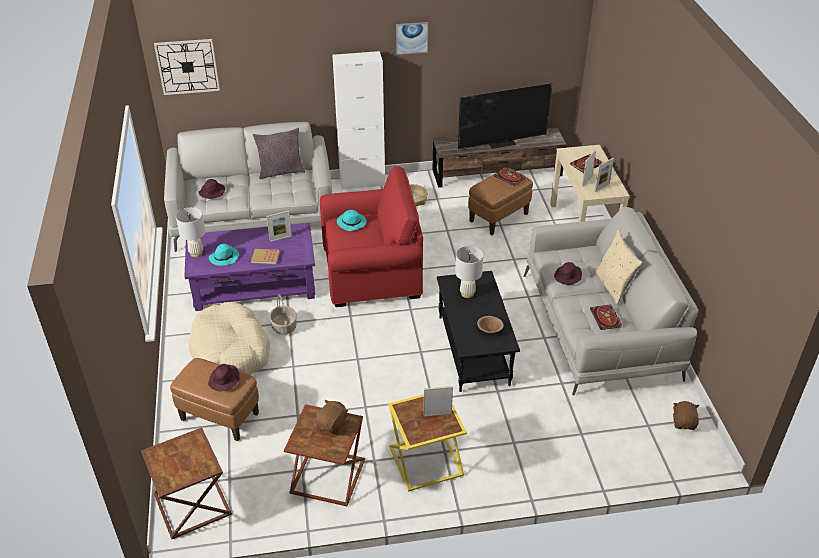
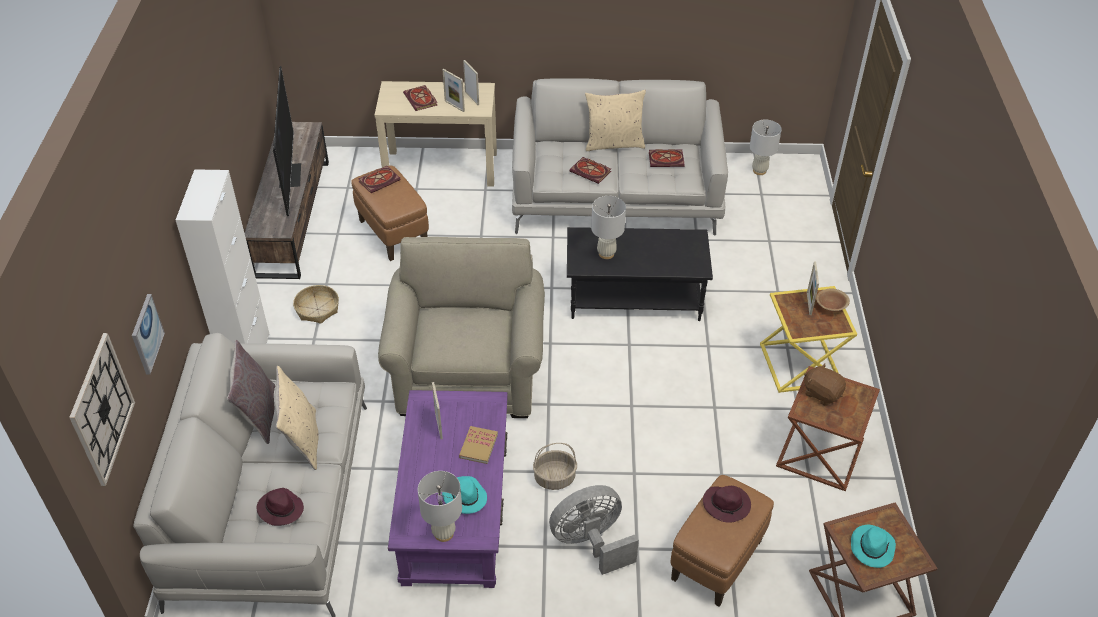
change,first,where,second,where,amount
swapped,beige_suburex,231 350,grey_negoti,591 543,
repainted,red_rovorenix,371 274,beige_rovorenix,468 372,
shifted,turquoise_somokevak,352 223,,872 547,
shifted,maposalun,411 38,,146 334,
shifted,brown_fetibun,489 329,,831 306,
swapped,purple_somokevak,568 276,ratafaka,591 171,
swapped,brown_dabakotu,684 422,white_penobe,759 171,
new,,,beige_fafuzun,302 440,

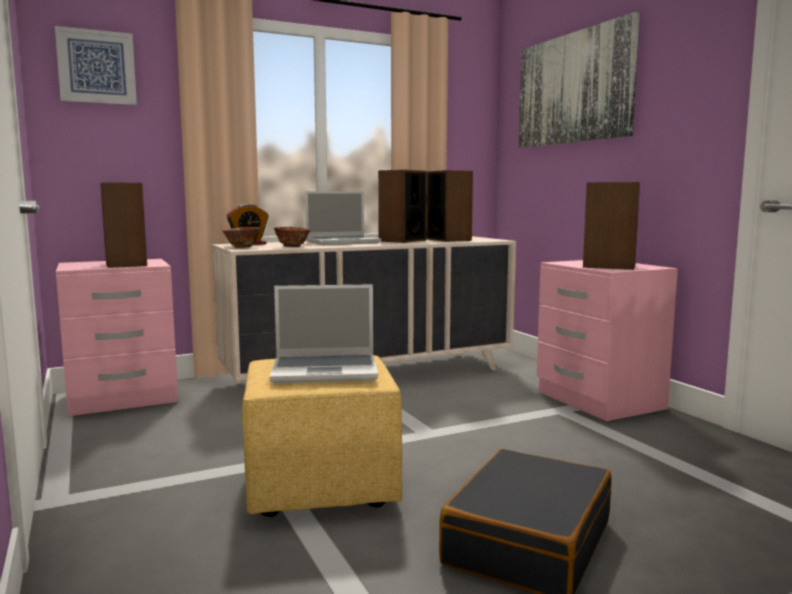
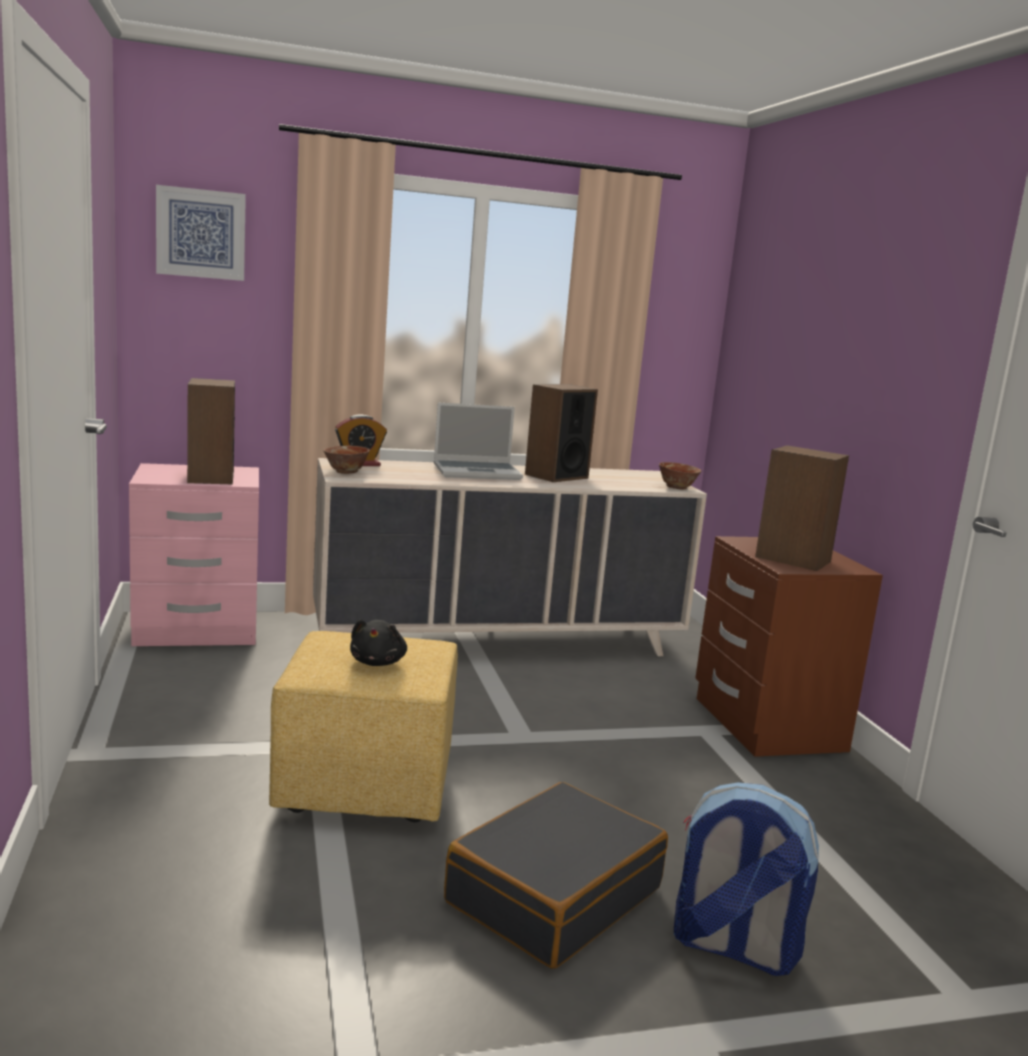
change,first,where,second,where,amount
swapped,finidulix,326 371,black_dabakotu,378 662,
shifted,fetibun,292 246,,677 487,
gone,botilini,448 240,,,
gone,maposalun,574 88,,,
repainted,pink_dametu,598 401,brown_dametu,766 724,
new,,,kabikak,731 947,

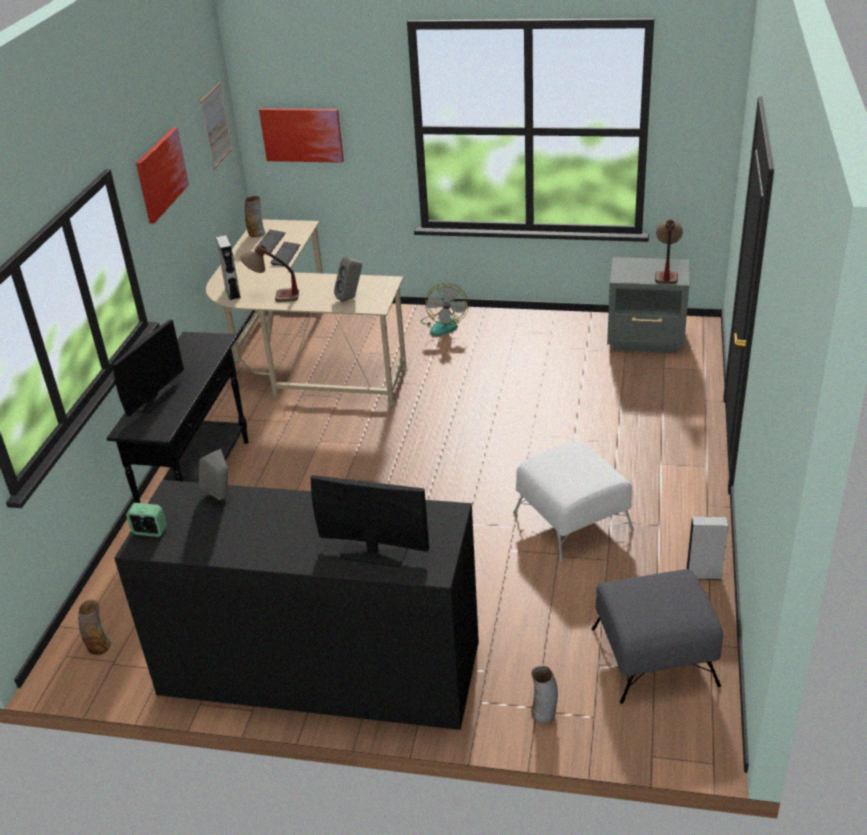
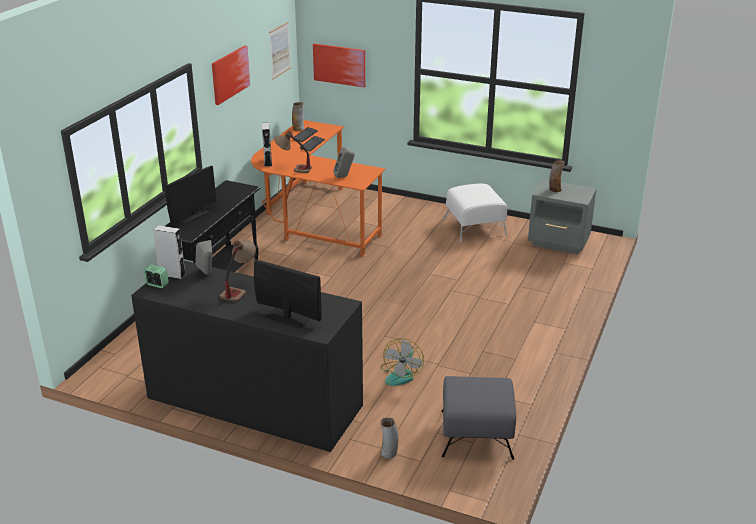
change,first,where,second,where,amount
shifted,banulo,98 646,,555 189,
repainted,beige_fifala,302 360,orange_fifala,313 219,
shifted,negoti,444 324,,401 374,
shifted,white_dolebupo,572 521,,474 228,
shifted,penobe,666 272,,239 289,
shifted,grey_botilini,703 574,,172 275,

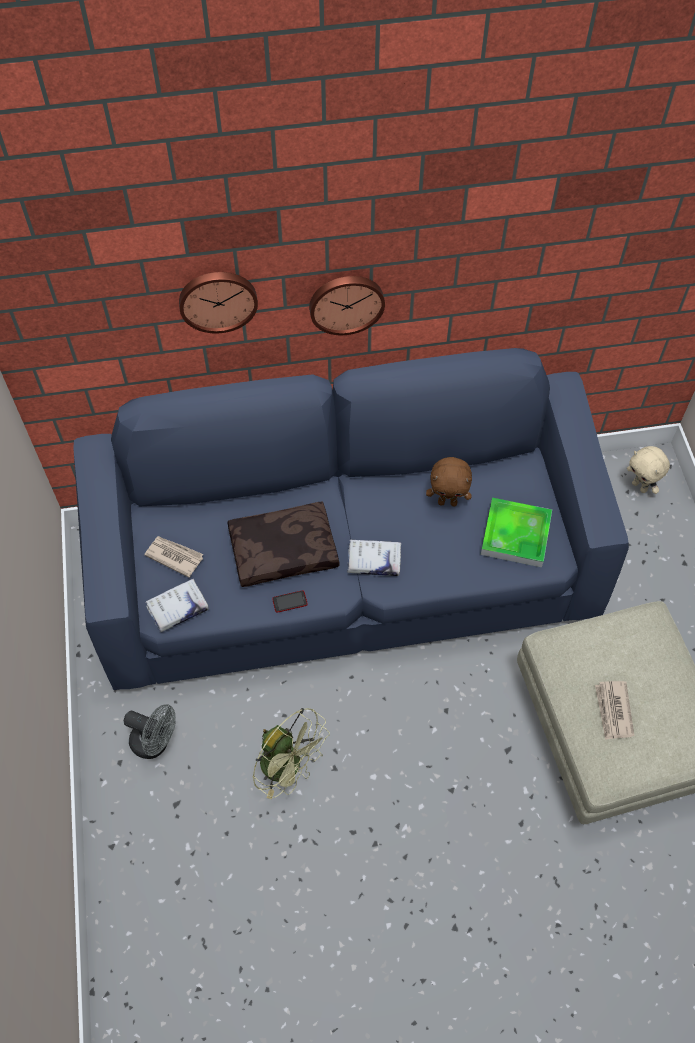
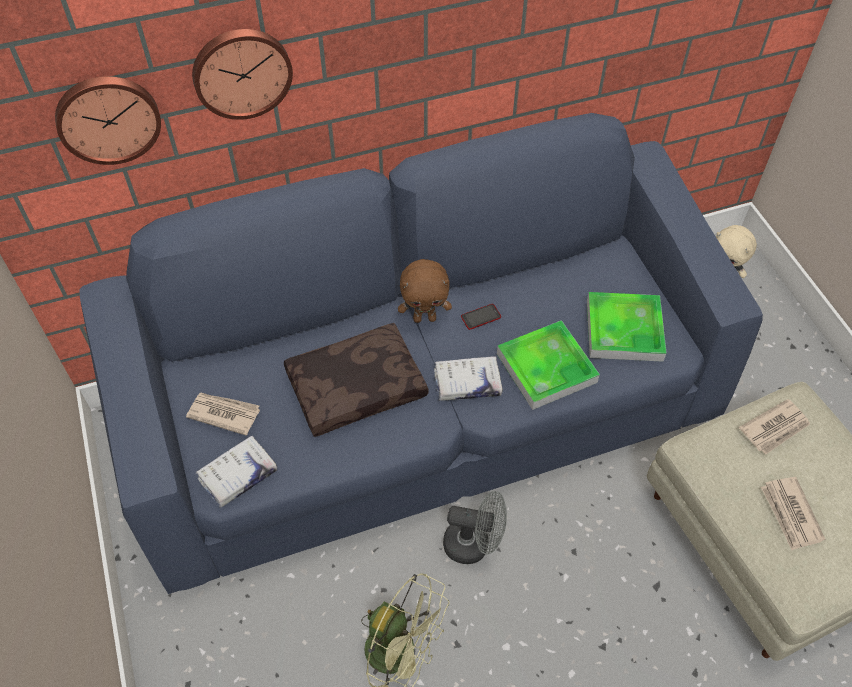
change,first,where,second,where,amount
shifted,grey_negoti,156 742,,474 544,
shifted,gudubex,290 602,,481 317,
shifted,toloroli,346 302,,108 118,
shifted,brown_dabakotu,447 502,,425 318,
new,,,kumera,546 368,
new,,,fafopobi,775 428,

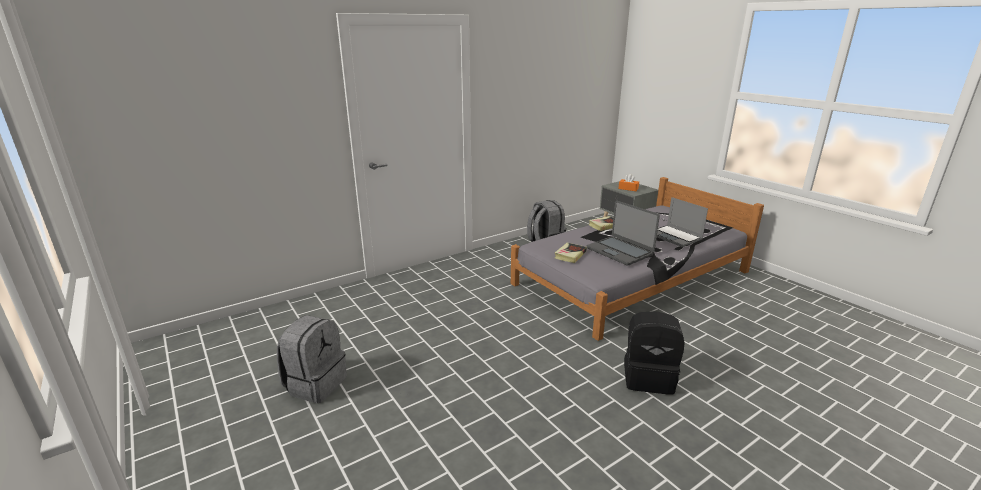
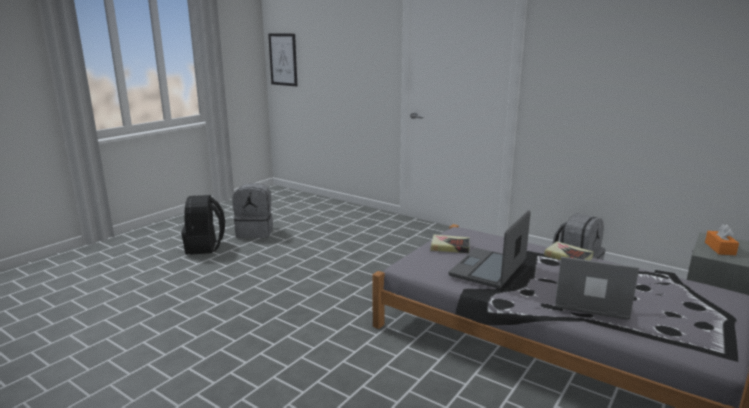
change,first,where,second,where,amount
shifted,black_kabikak,648 378,,205 247,
rotated,finidulix,675 237,,589 302,75 degrees clockwise
new,,,maposalun,283 59,

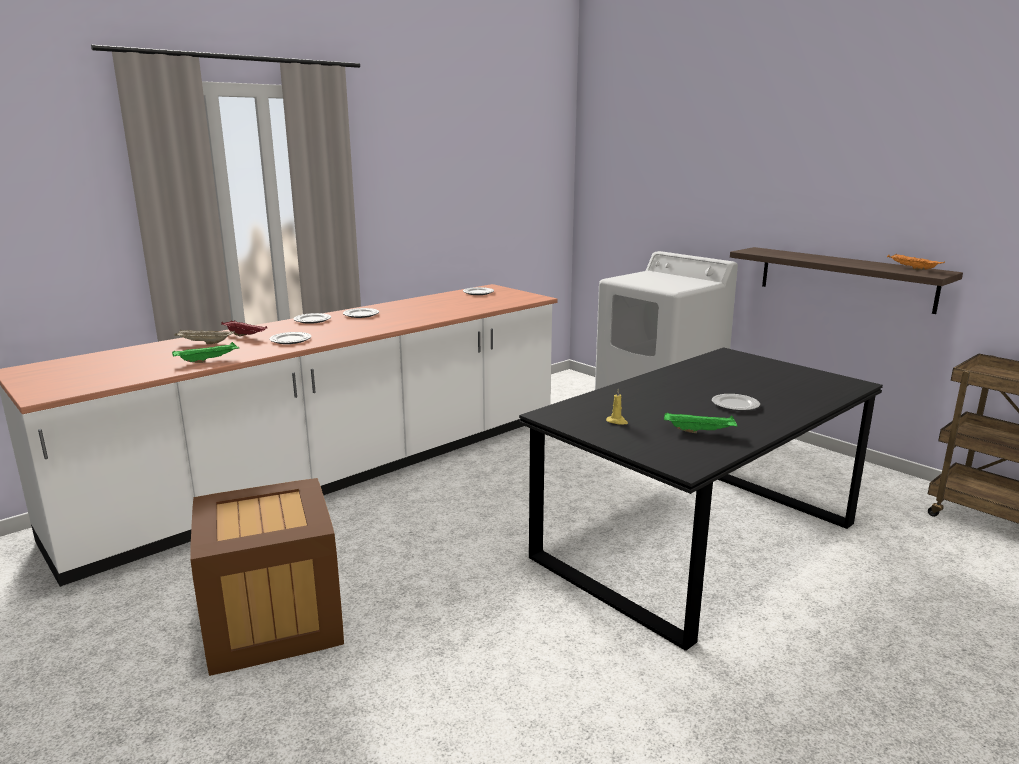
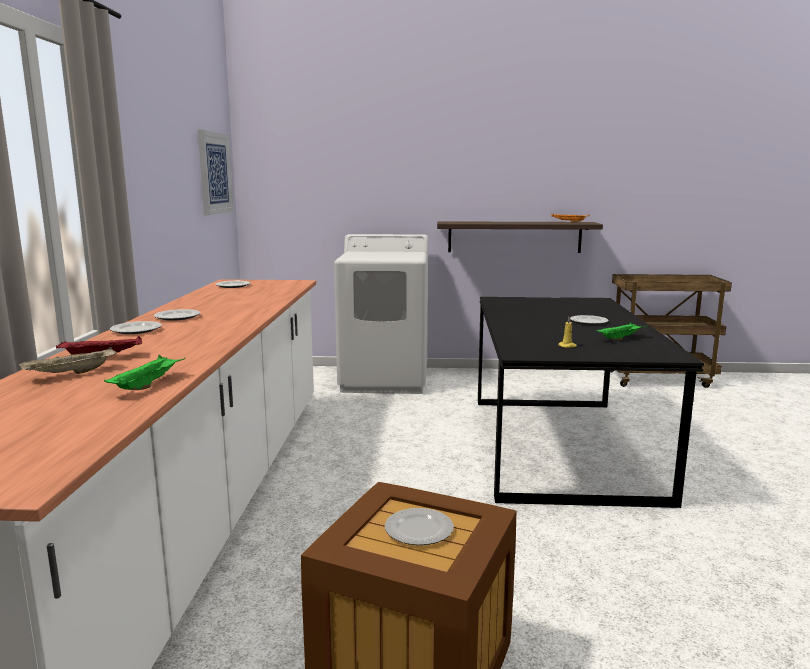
change,first,where,second,where,amount
shifted,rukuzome,290 340,,418 530,
new,,,maposalun,215 173,

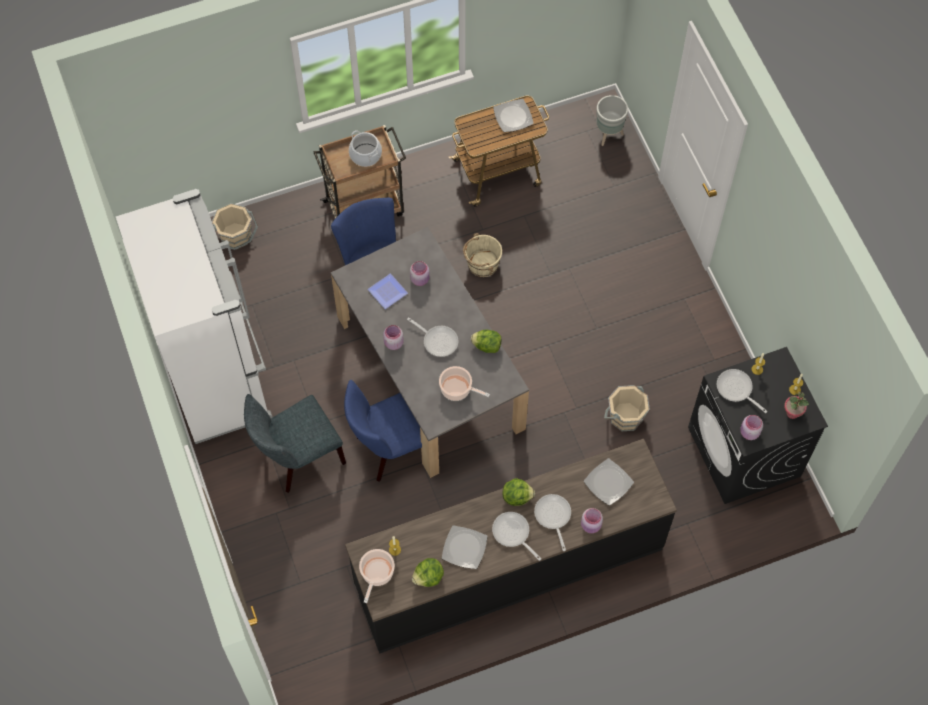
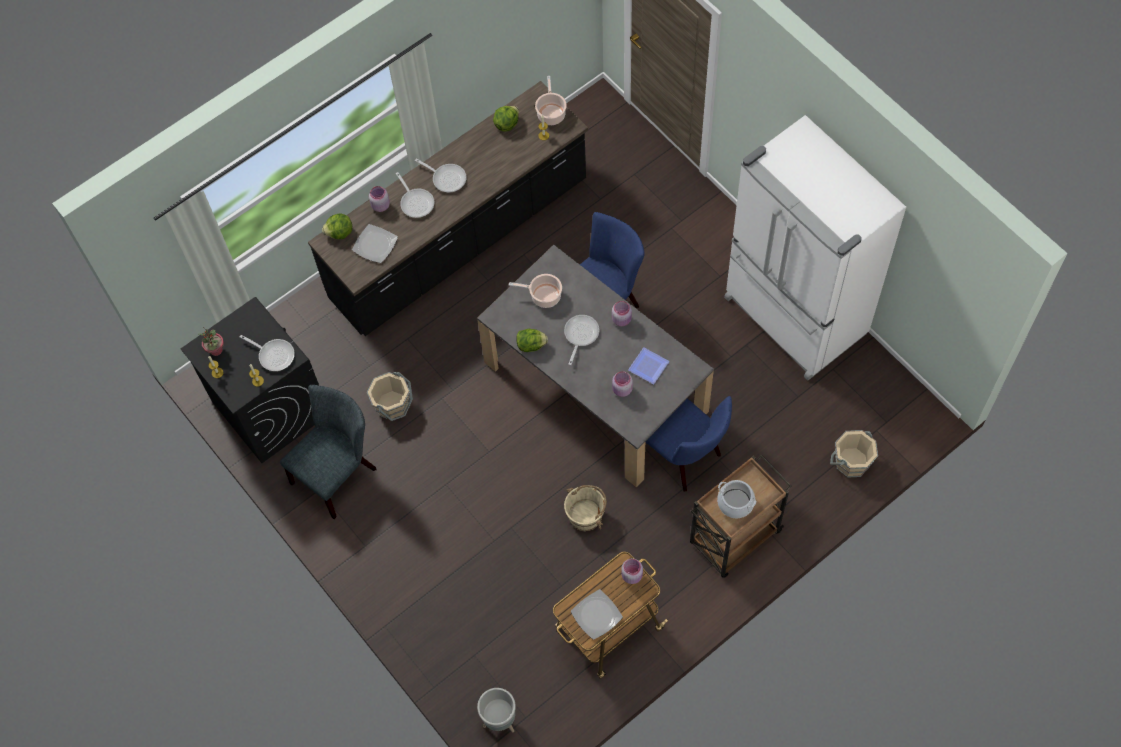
change,first,where,second,where,amount
shifted,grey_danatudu,298 458,,338 472,
rotated,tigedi,438 340,,580 335,90 degrees clockwise
gone,rukuzome,464 547,,,
shifted,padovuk,517 496,,340 233,
shifted,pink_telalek,749 433,,632 575,

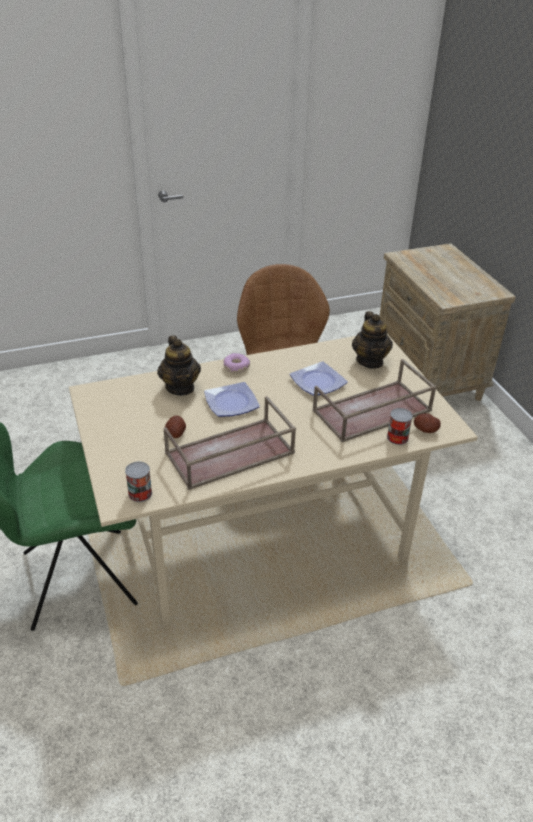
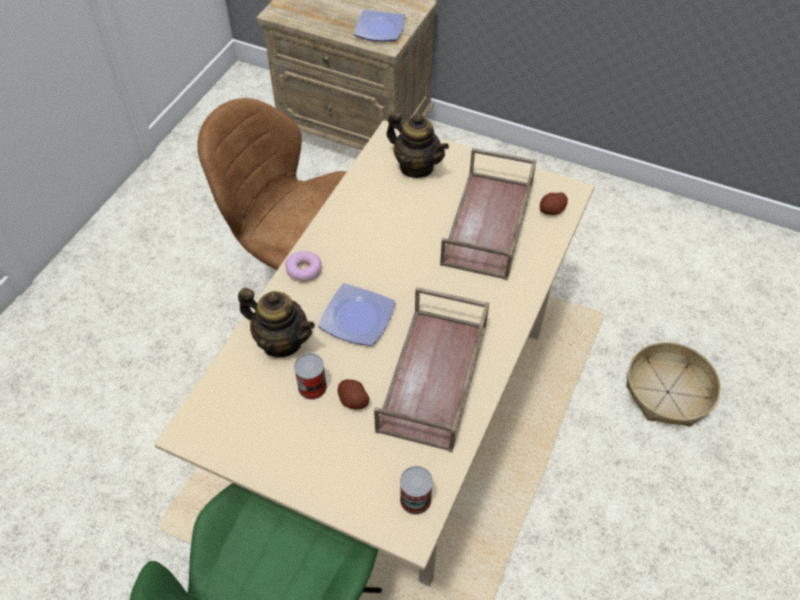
change,first,where,second,where,amount
shifted,rukuzome,318 383,,380 30,
shifted,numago,397 437,,312 387,
new,,,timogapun,667 392,

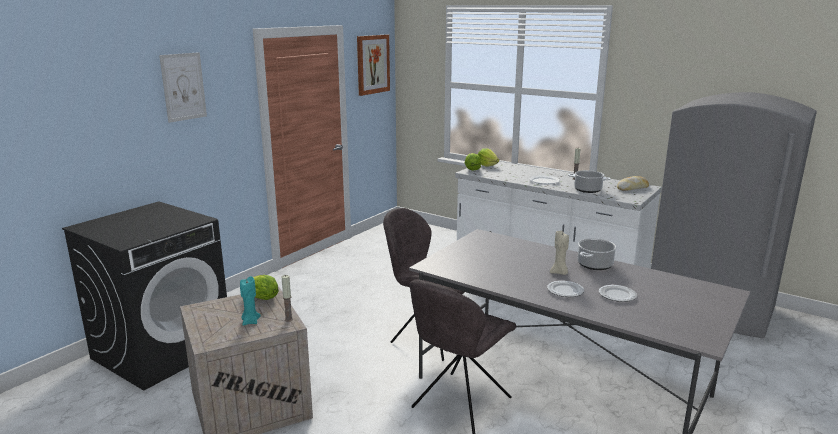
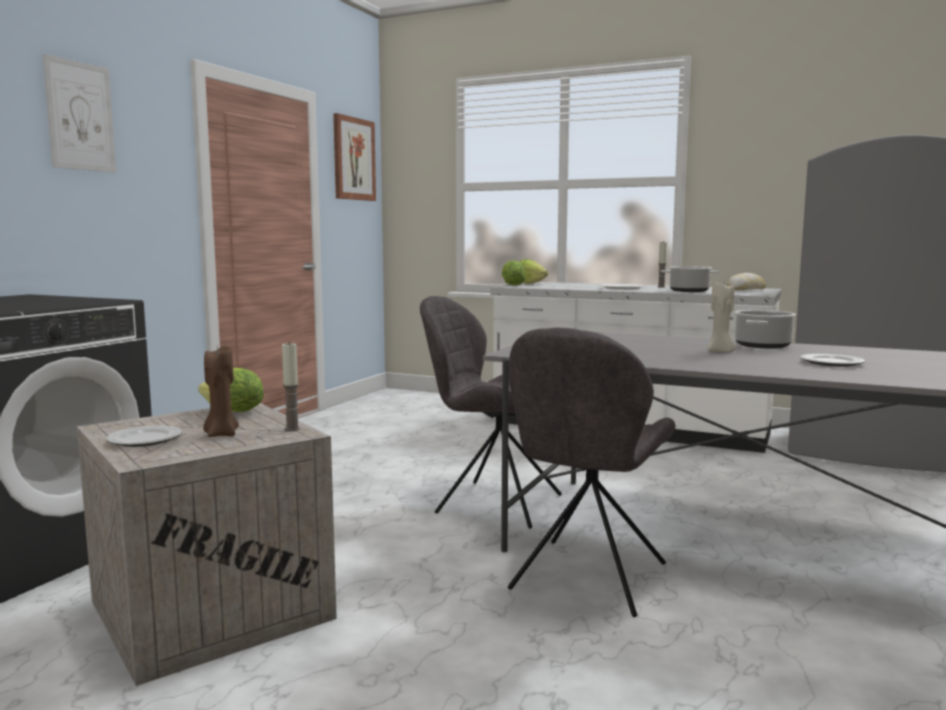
change,first,where,second,where,amount
repainted,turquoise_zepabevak,250 322,brown_zepabevak,221 434,
shifted,rukuzome,565 291,,145 440,

